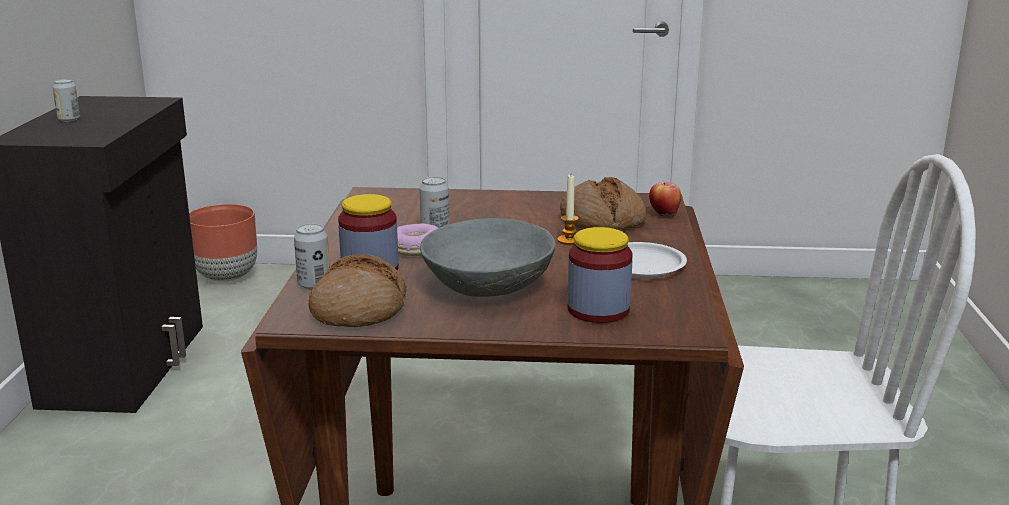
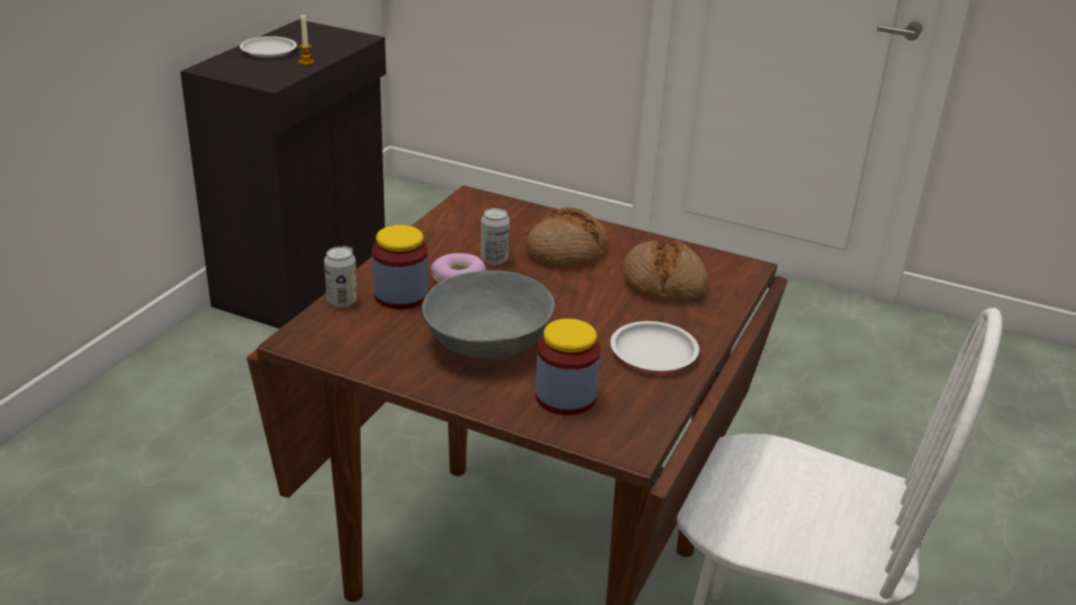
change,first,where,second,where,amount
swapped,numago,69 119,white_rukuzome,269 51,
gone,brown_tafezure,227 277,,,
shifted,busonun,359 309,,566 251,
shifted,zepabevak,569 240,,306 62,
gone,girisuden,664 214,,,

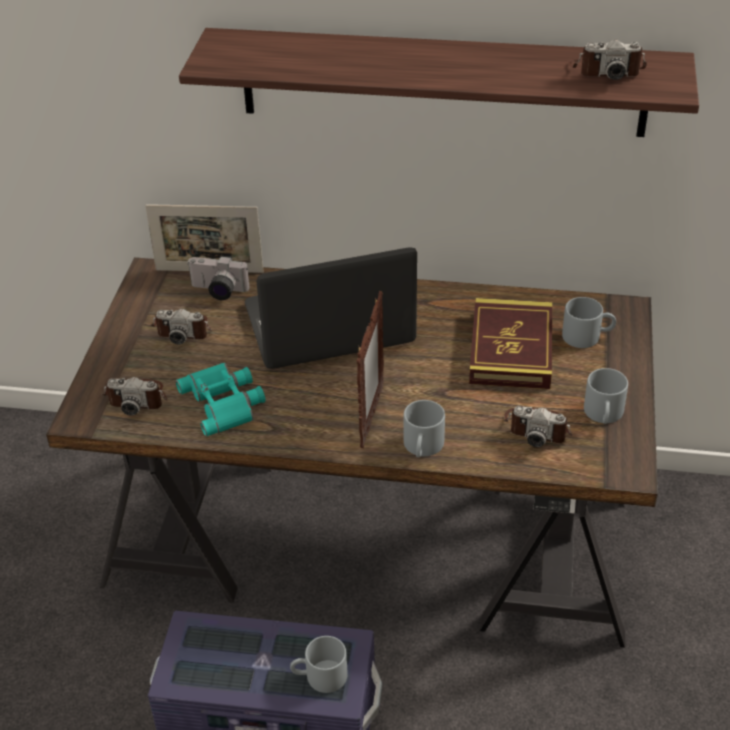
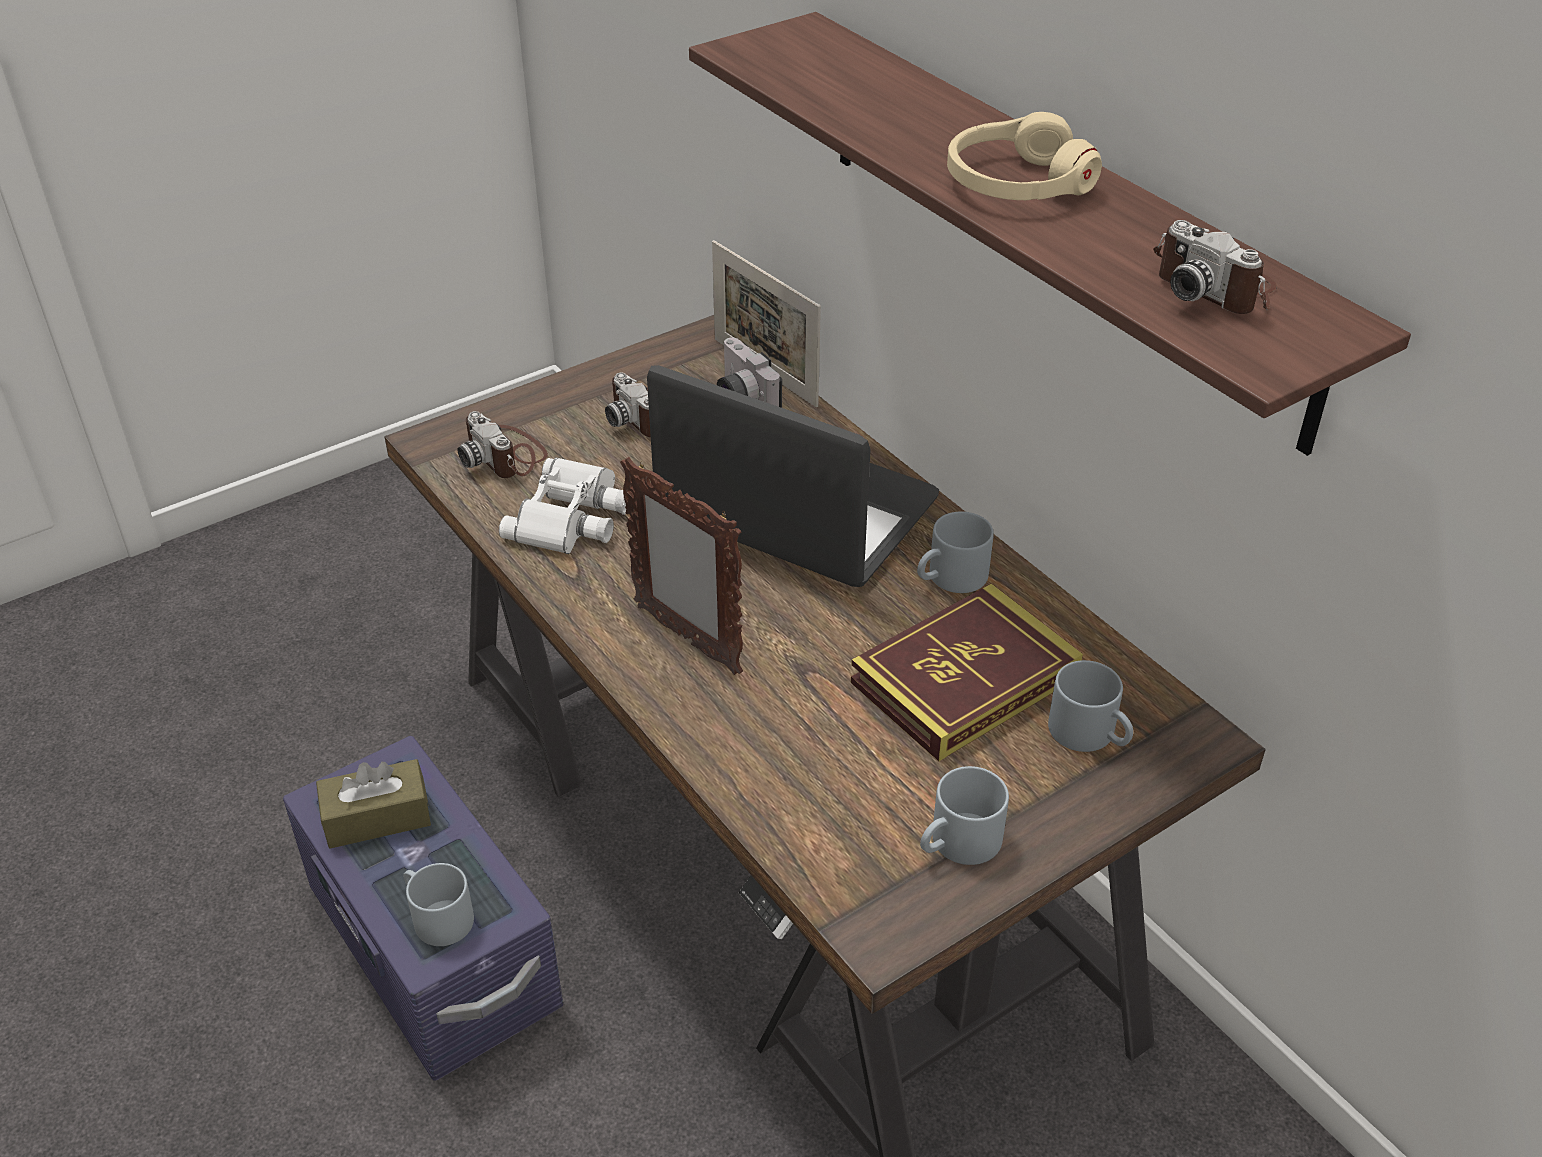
change,first,where,second,where,amount
repainted,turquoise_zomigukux,225 402,white_zomigukux,572 517,
rotated,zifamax,371 417,,687 639,75 degrees clockwise
shifted,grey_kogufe,423 447,,950 578,
gone,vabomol,538 428,,,
new,,,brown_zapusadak,377 817,
new,,,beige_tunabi,1016 183,

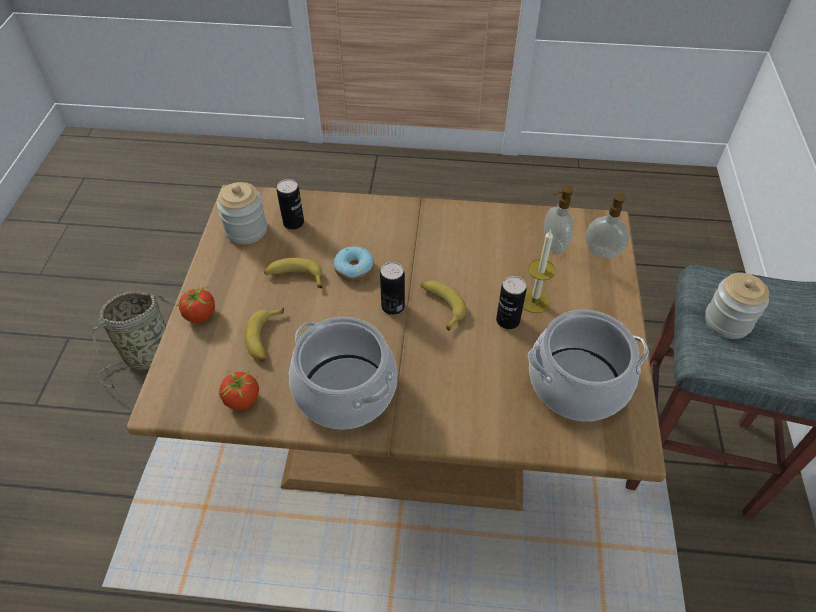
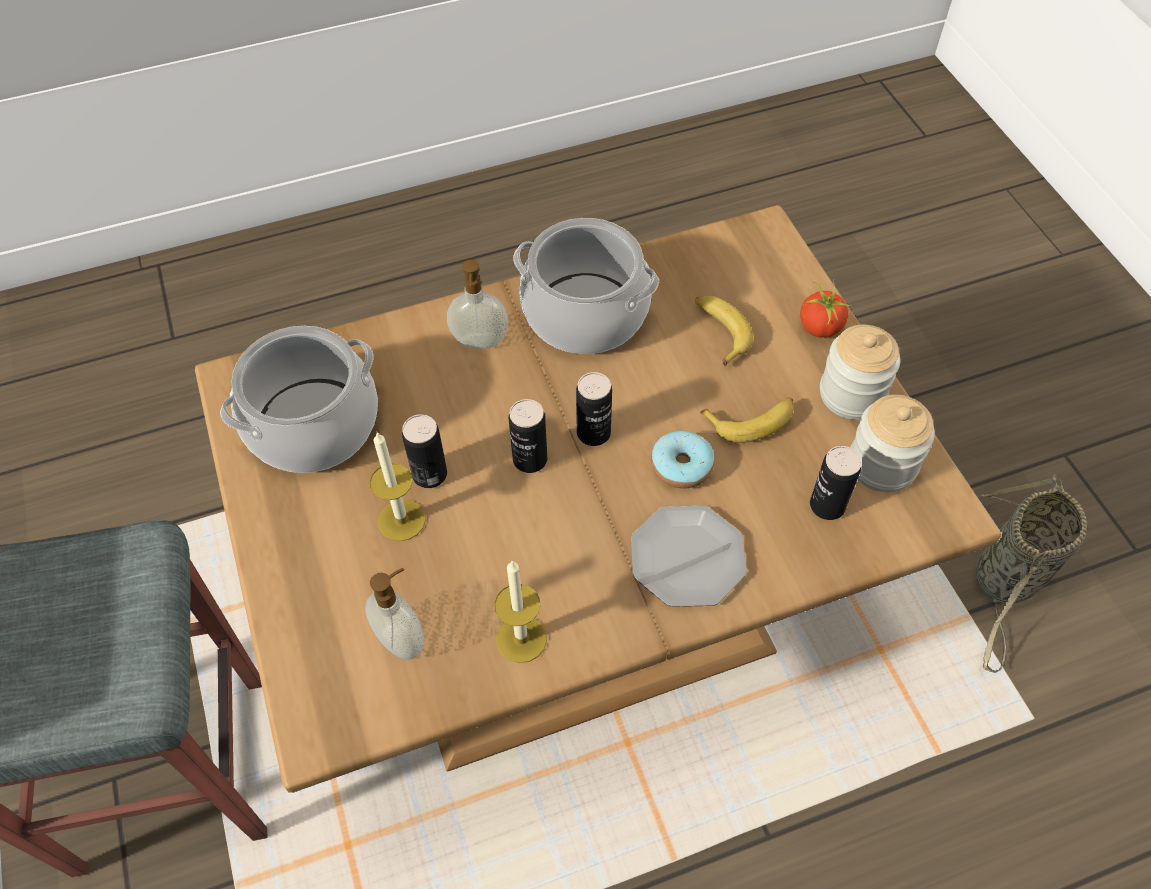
change,first,where,second,where,amount
gone,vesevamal,242 399,,,
swapped,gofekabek,441 306,numago,530 459,
shifted,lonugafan,602 251,,480 342,
shifted,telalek,727 321,,851 394,
new,,,zepabevak,521 639,
new,,,rukuzome,686 558,

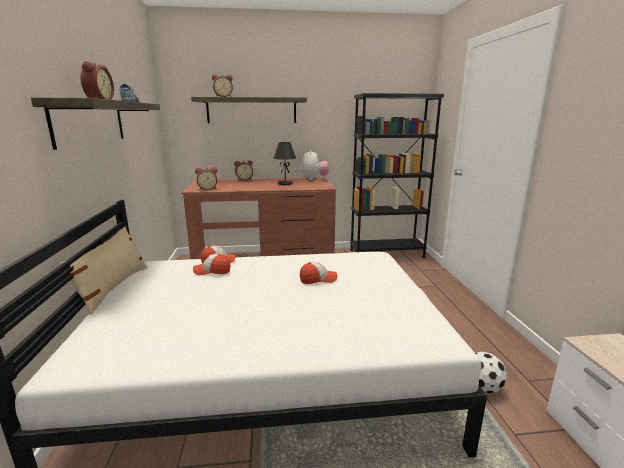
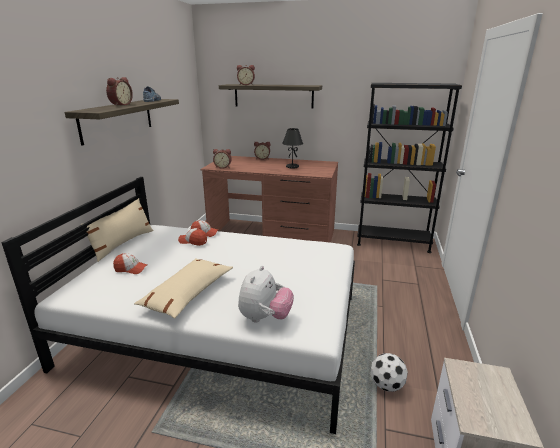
change,first,where,second,where,amount
shifted,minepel,318 279,,131 269,
shifted,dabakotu,314 179,,265 318,
new,,,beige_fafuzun,188 294,

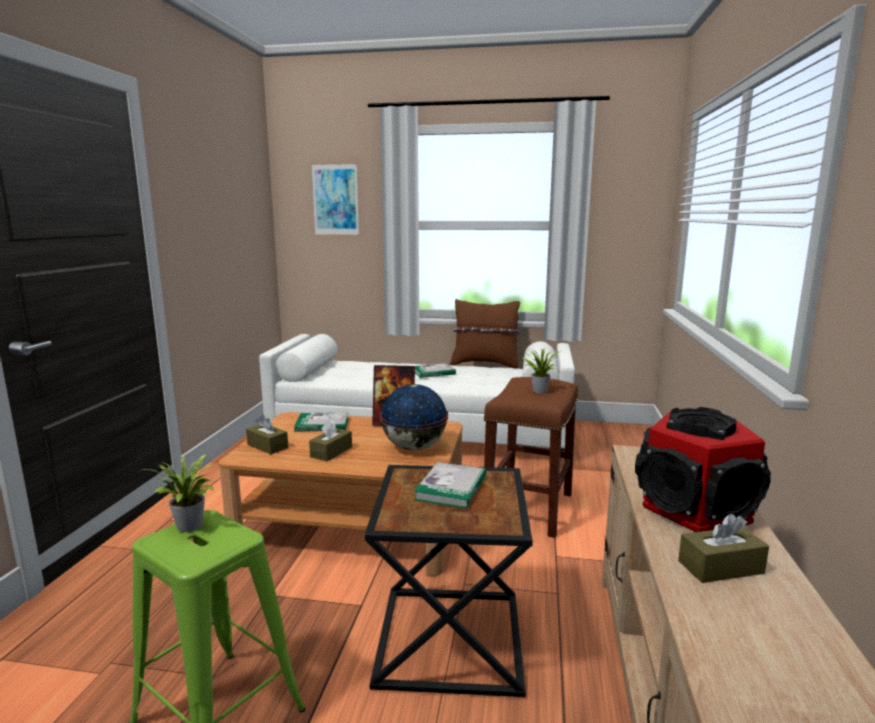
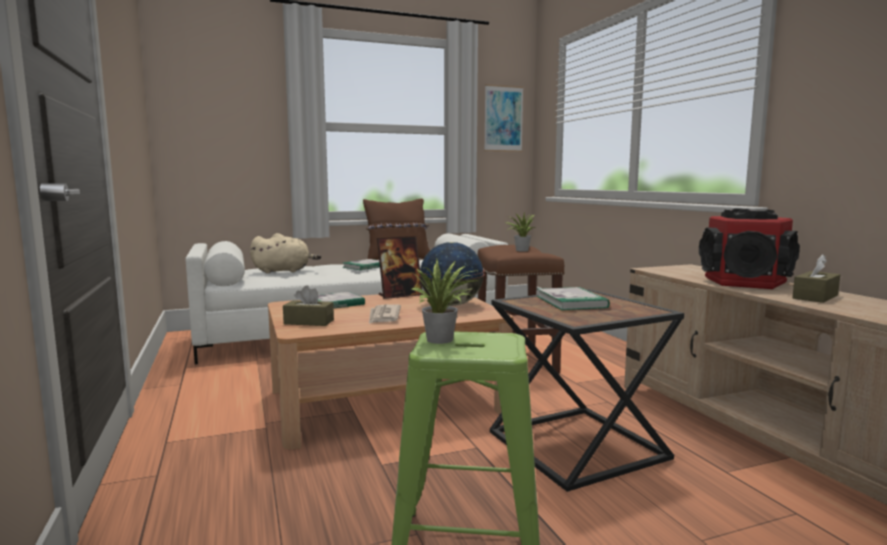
change,first,where,second,where,amount
swapped,brown_zapusadak,331 452,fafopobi,383 316,
shifted,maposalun,335 200,,503 118,
new,,,beige_dabakotu,284 271,

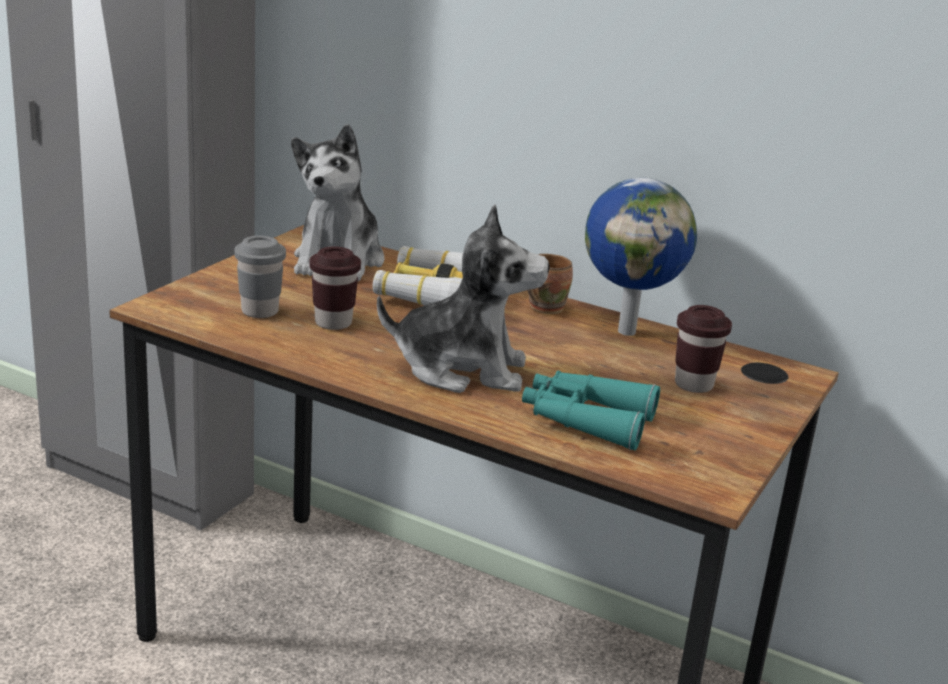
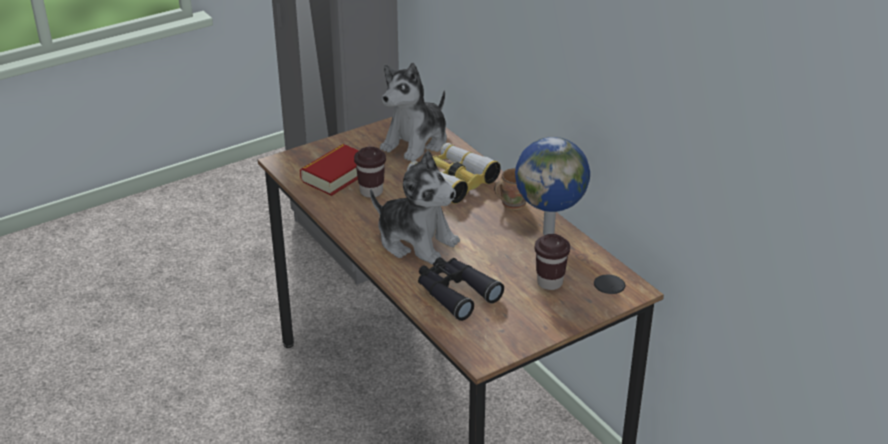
change,first,where,second,where,amount
swapped,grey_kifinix,260 311,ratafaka,336 175,
repainted,turquoise_zomigukux,585 420,black_zomigukux,455 293,

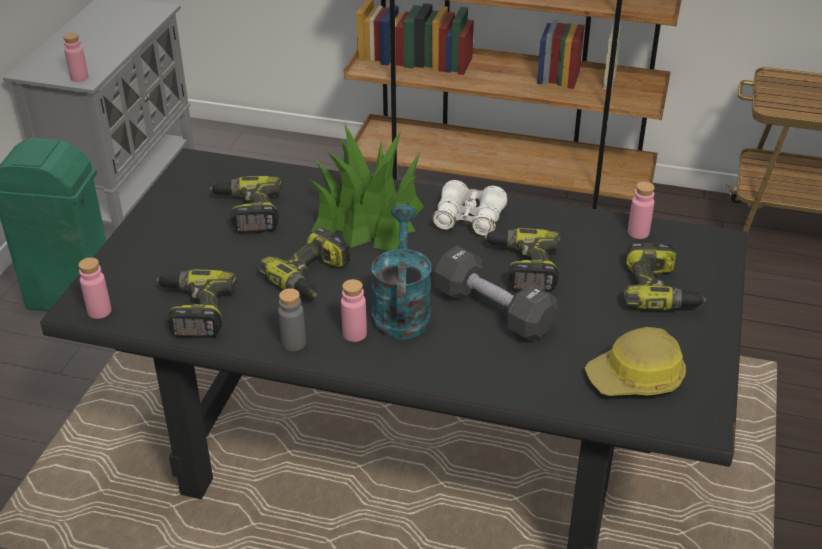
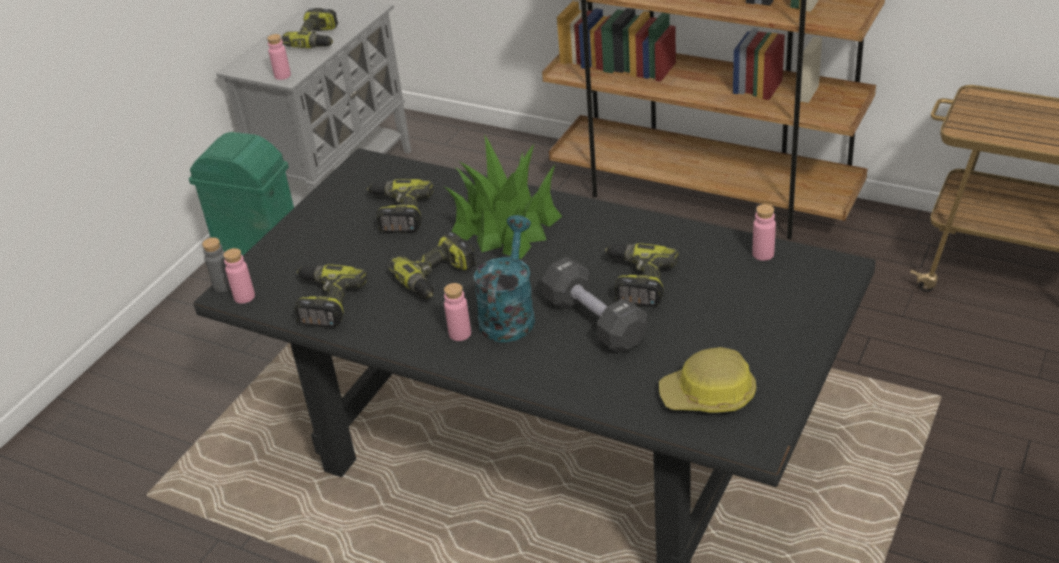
change,first,where,second,where,amount
shifted,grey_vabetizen,293 343,,223 285,
gone,white_zomigukux,469 219,,,
shifted,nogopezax,659 290,,318 39,

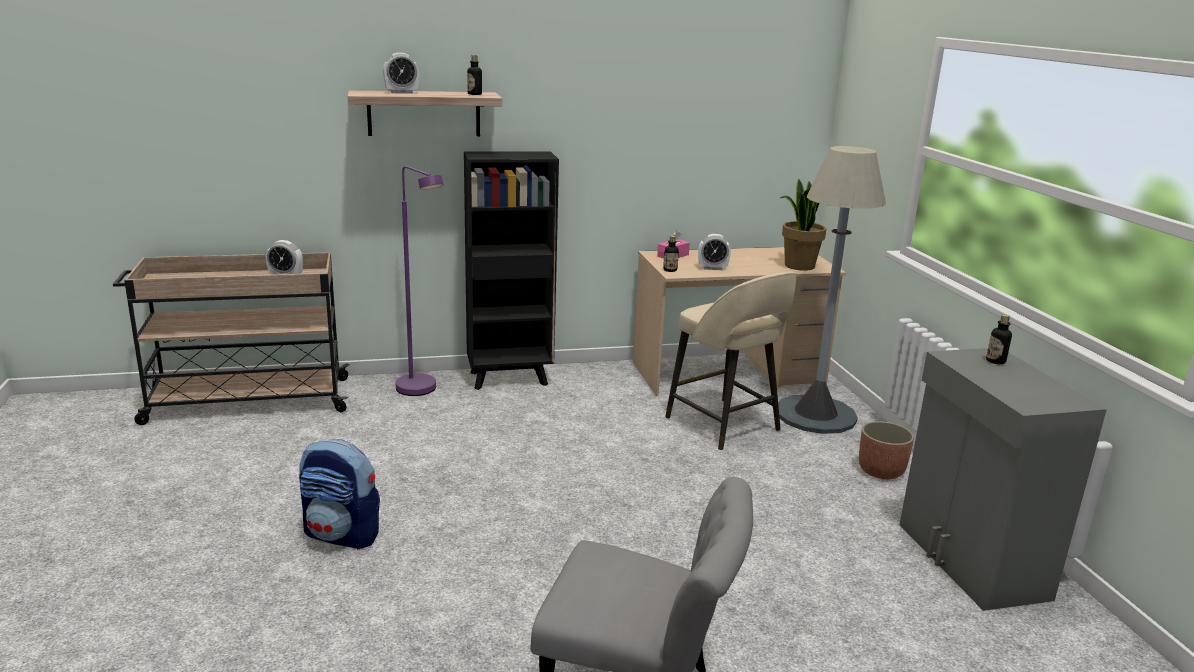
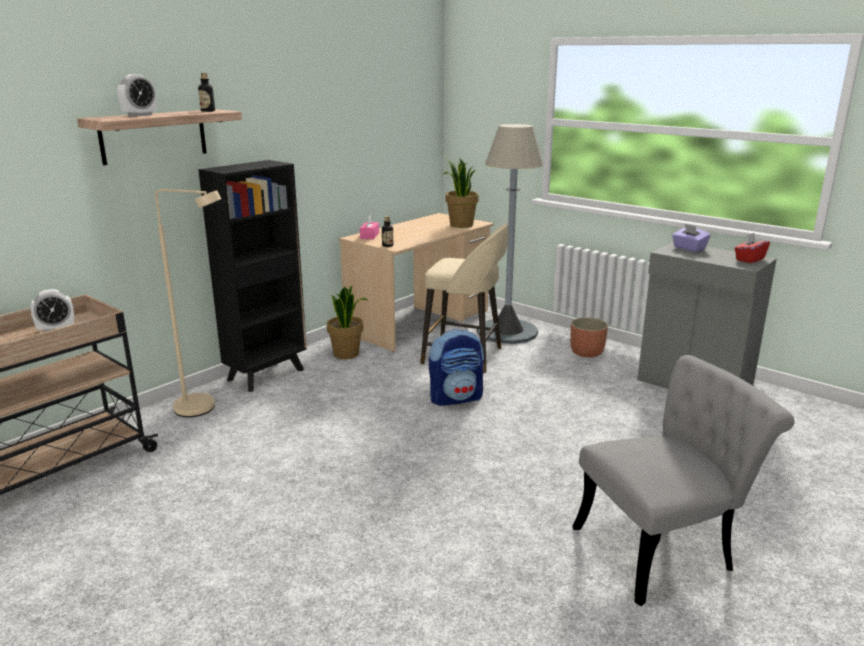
change,first,where,second,where,amount
shifted,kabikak,342 535,,456 398,
repainted,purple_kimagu,421 391,beige_kimagu,204 409,
gone,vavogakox,712 268,,,
swapped,vabetizen,995 361,purple_zapusadak,689 248,
new,,,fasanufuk,347 354,
new,,,red_zapusadak,749 259,

